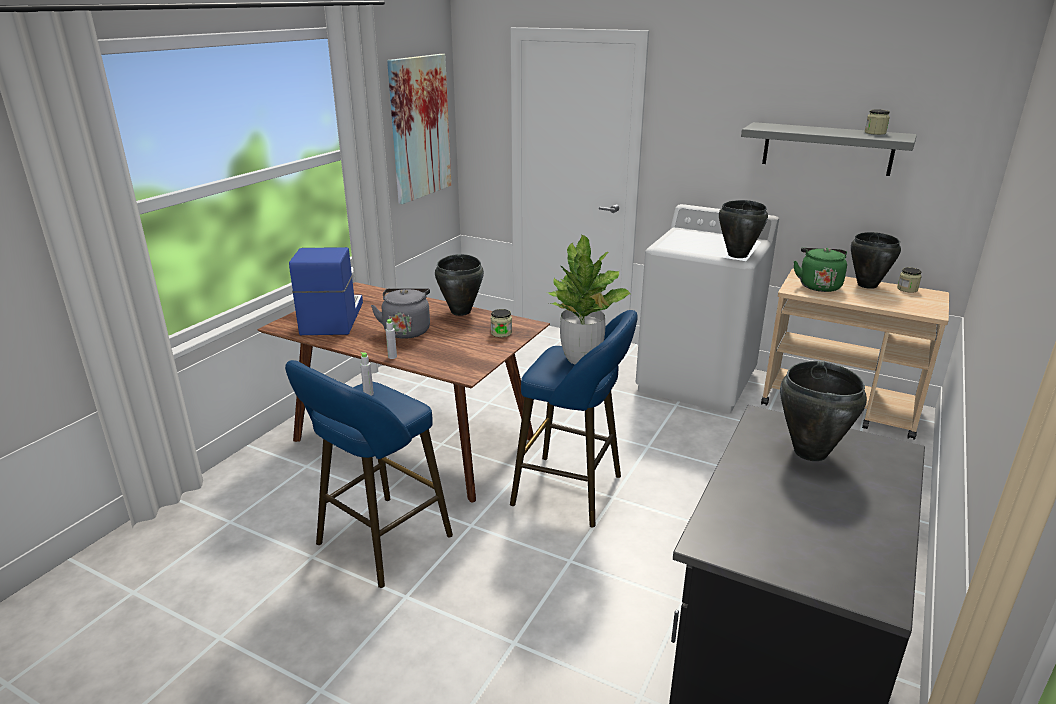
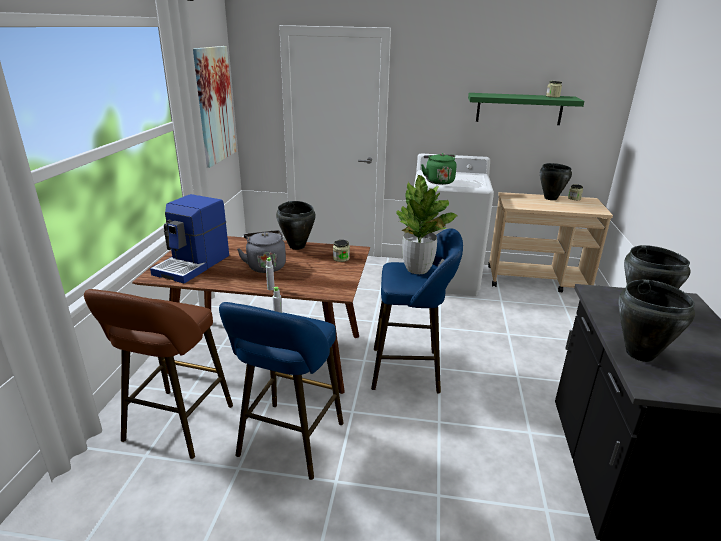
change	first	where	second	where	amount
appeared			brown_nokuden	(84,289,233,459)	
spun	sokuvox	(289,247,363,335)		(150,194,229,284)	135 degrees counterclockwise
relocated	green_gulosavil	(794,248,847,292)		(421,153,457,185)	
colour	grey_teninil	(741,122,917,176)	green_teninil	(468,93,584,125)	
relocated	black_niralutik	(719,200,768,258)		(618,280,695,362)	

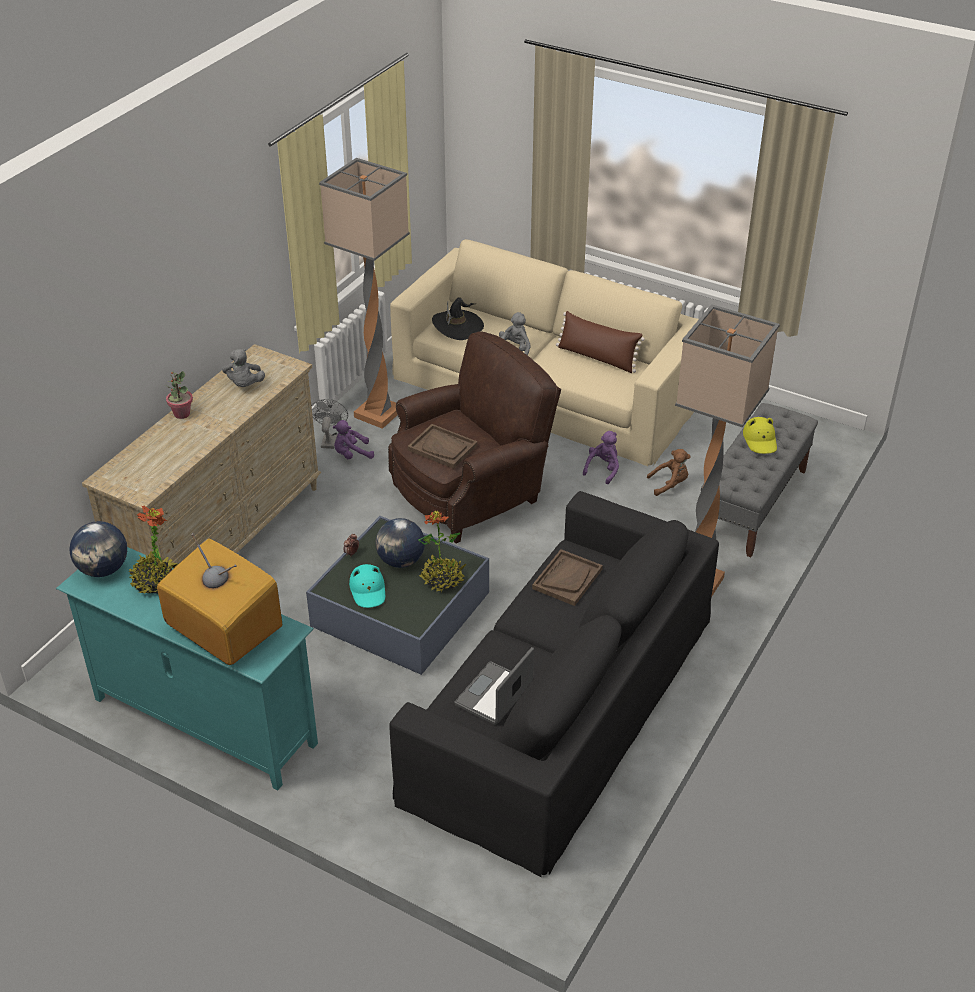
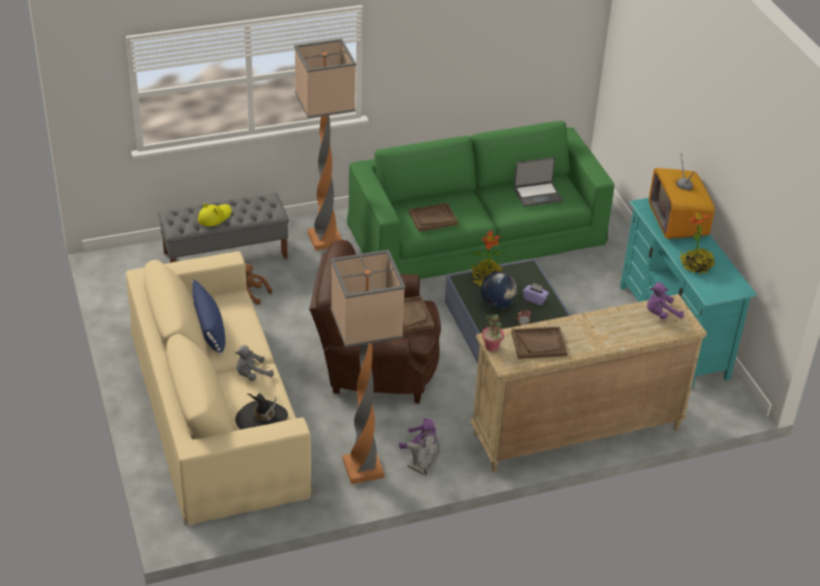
change	first	where	second	where	amount
colour	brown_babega	(556,311,645,373)	blue_babega	(192,279,225,356)	
colour	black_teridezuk	(389,491,719,877)	green_teridezuk	(347,121,615,279)	
spun	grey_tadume	(311,399,348,449)		(407,434,440,476)	105 degrees counterclockwise
relocated	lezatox	(166,371,193,419)		(482,314,504,351)	
exchanged	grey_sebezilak	(222,349,265,387)	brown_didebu	(511,326,568,359)	
exchanged	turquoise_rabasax	(349,564,385,608)	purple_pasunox	(523,283,549,305)	
relocated	purple_sebezilak	(583,431,619,484)		(647,282,684,319)	
missing	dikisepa	(70,521,127,577)			

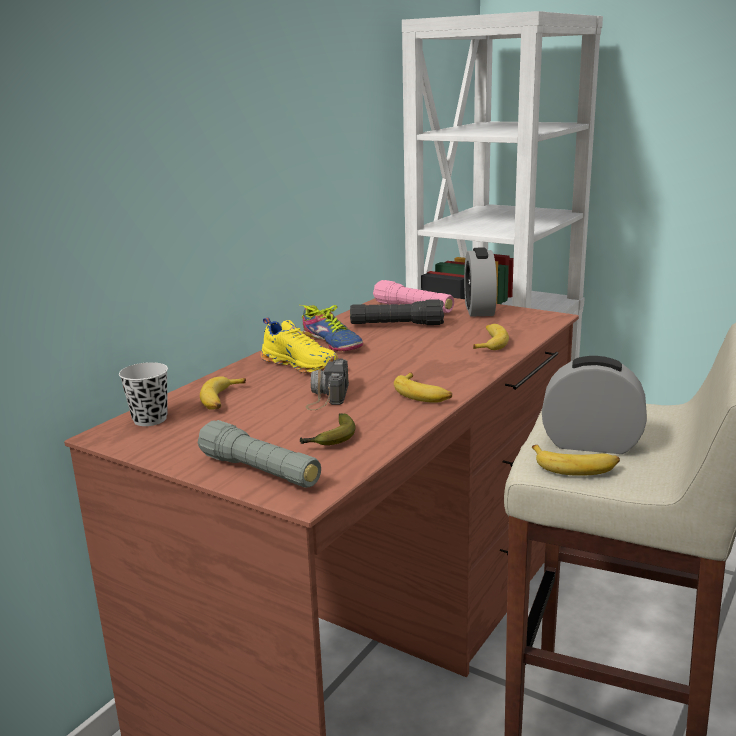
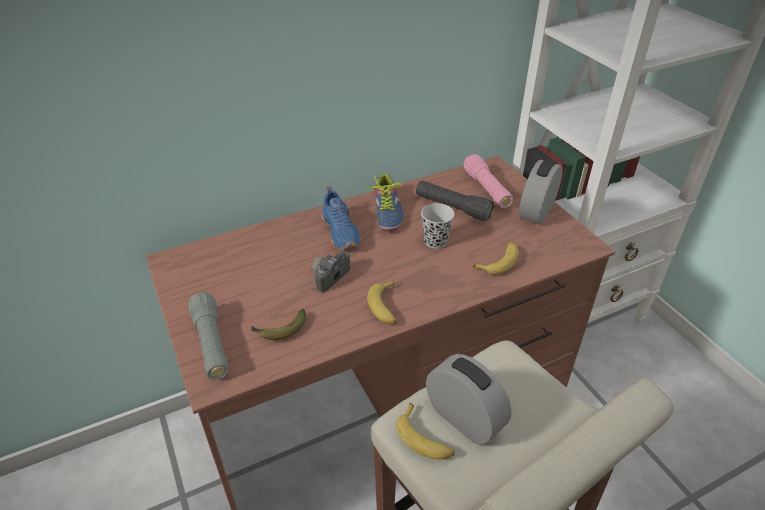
change	first	where	second	where	amount
colour	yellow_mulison	(260,317,338,373)	blue_mulison	(321,186,361,250)	
relocated	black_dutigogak	(119,362,168,426)		(421,203,454,249)	
missing	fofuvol	(200,377,246,410)			

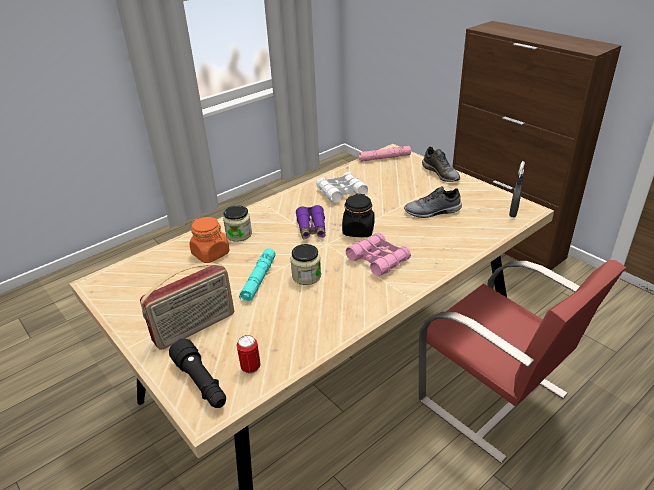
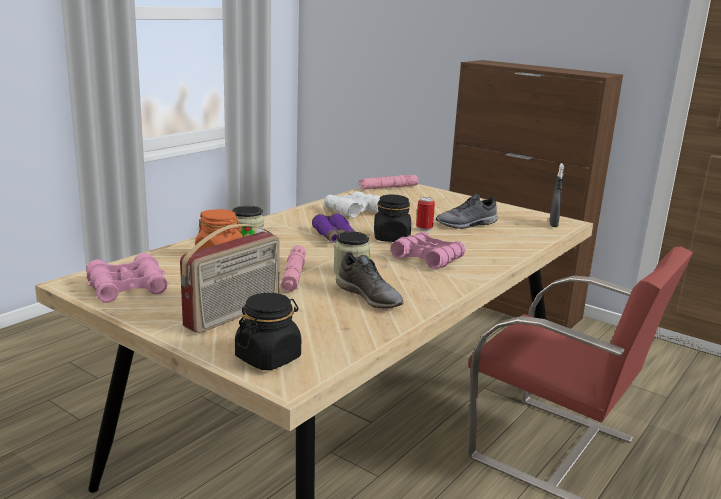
change	first	where	second	where	amount
appeared			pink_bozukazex	(86,253,167,303)	
exchanged	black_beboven	(169,338,226,408)	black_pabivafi	(235,293,301,370)	
colour	turquoise_beboven	(239,248,276,301)	pink_beboven	(280,245,306,292)	
relocated	grey_mulison	(422,147,460,182)		(336,252,404,308)	
relocated	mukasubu	(237,335,261,374)		(416,197,435,232)	

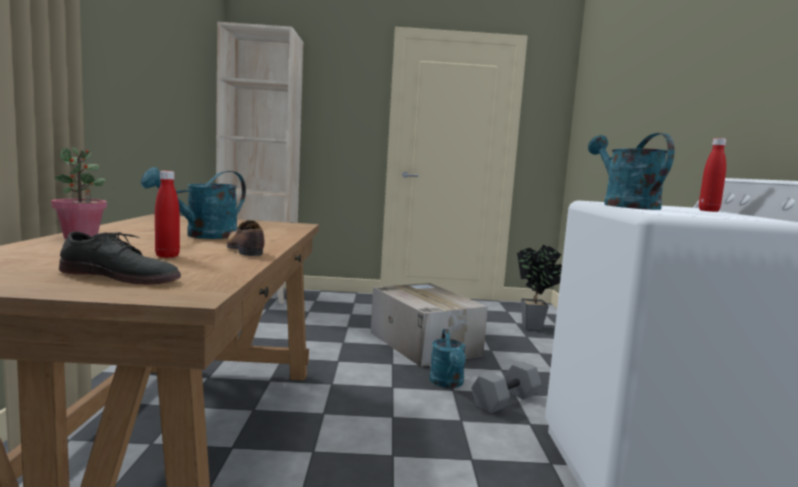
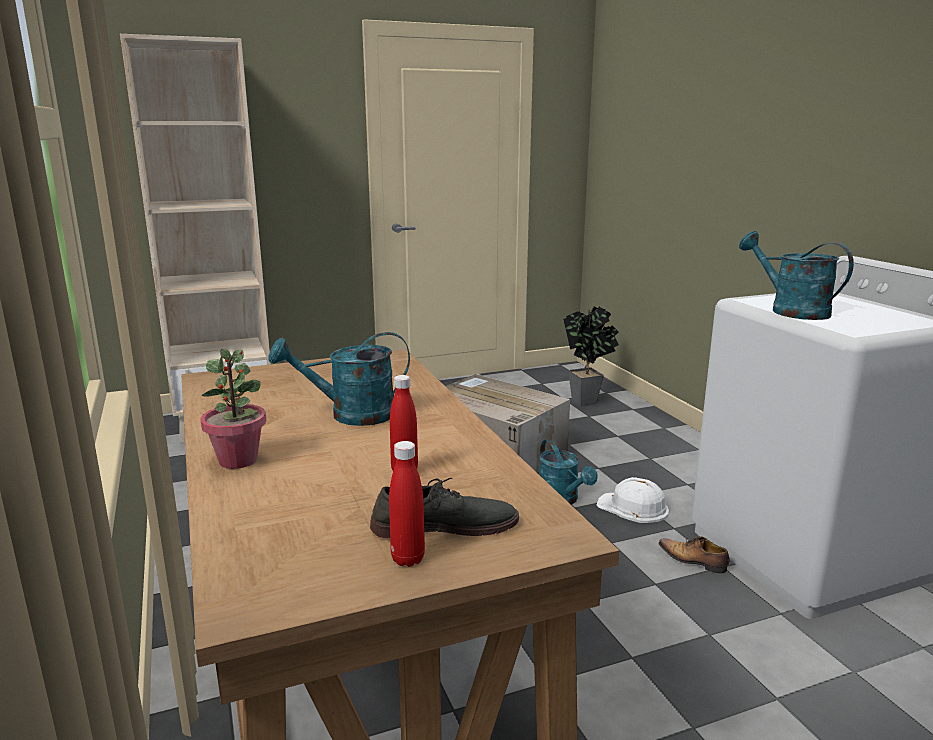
change	first	where	second	where	amount
spun	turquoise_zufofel	(141,167,246,239)		(268,332,410,426)	60 degrees clockwise
relocated	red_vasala	(699,138,726,212)		(389,441,425,567)	
exchanged	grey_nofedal	(472,361,542,413)	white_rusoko	(597,477,669,523)	
relocated	mulison	(227,220,265,256)		(659,536,730,574)	

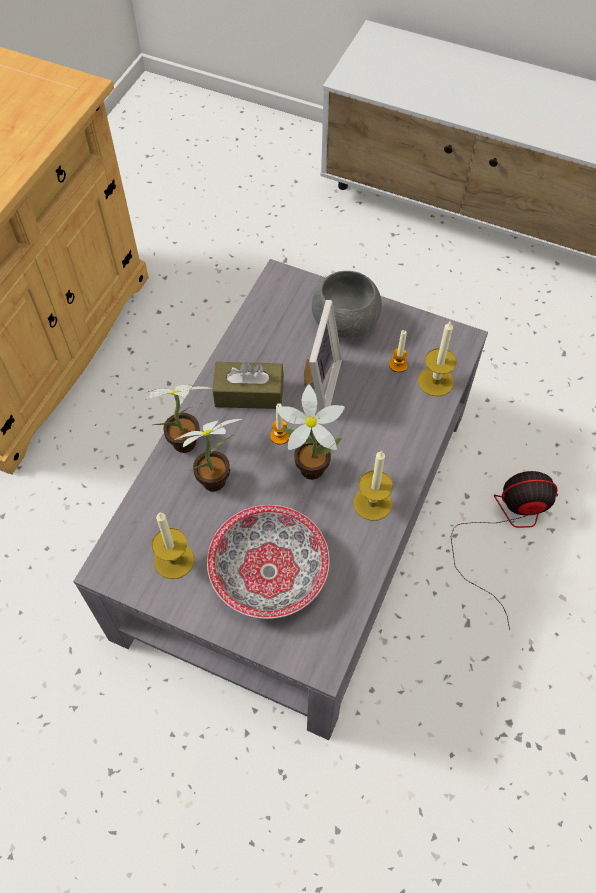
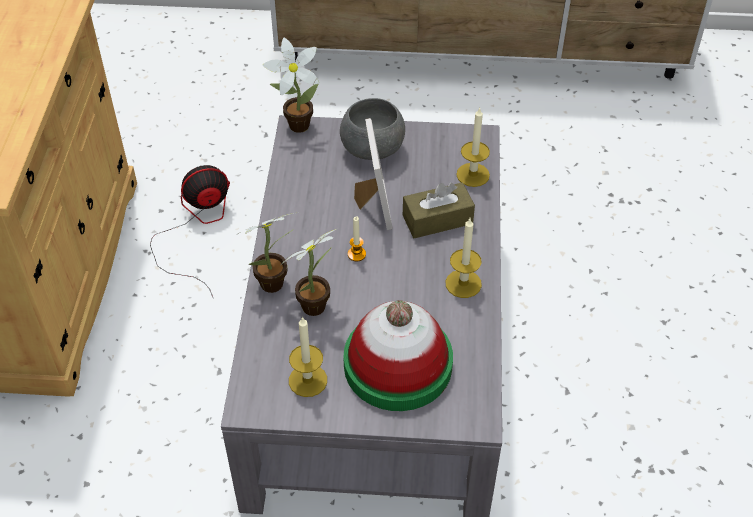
change	first	where	second	where	amount
relocated	tadume	(451,471,558,630)		(150,165,230,297)	
relocated	lezatox	(276,385,345,480)		(263,38,319,133)	
exchanged	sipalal	(207,505,330,619)	rabasax	(344,300,453,411)	
relocated	brown_pasunox	(212,362,284,409)		(403,182,475,238)	
missing	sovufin	(389,330,408,372)			

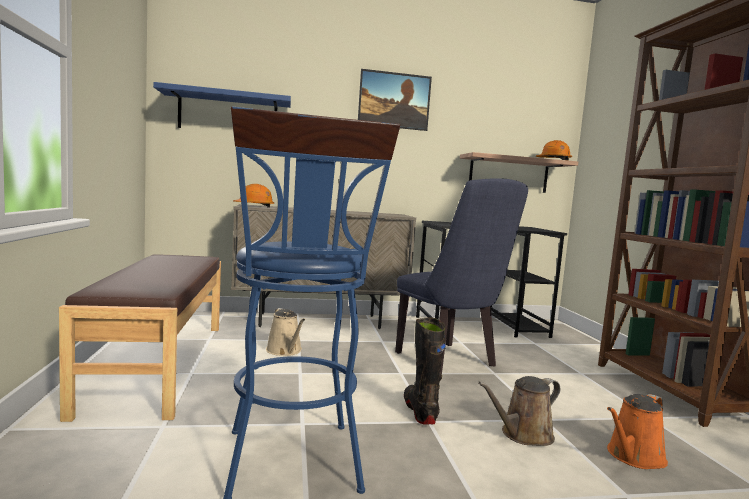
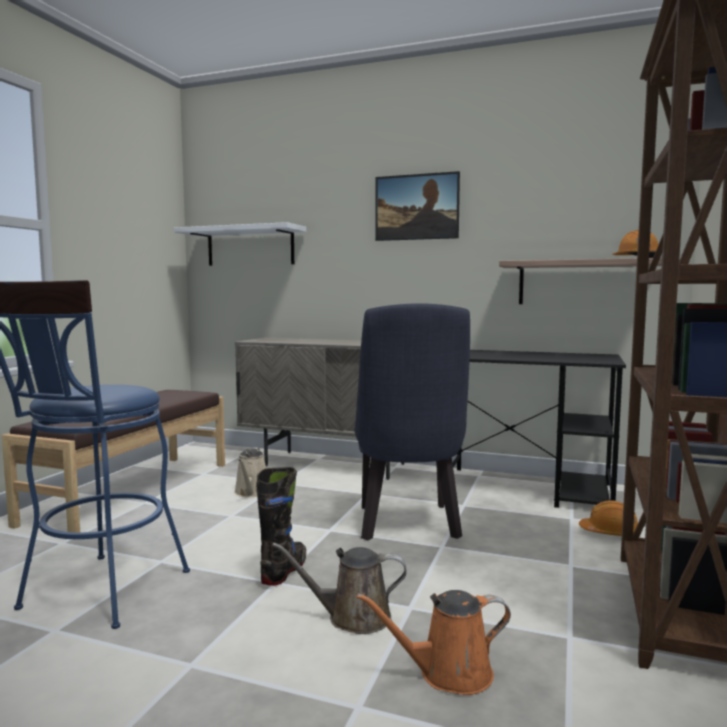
change	first	where	second	where	amount
colour	blue_teninil	(153,82,291,128)	white_teninil	(174,222,306,266)	
relocated	orange_rusoko	(233,184,274,208)		(579,500,638,536)	

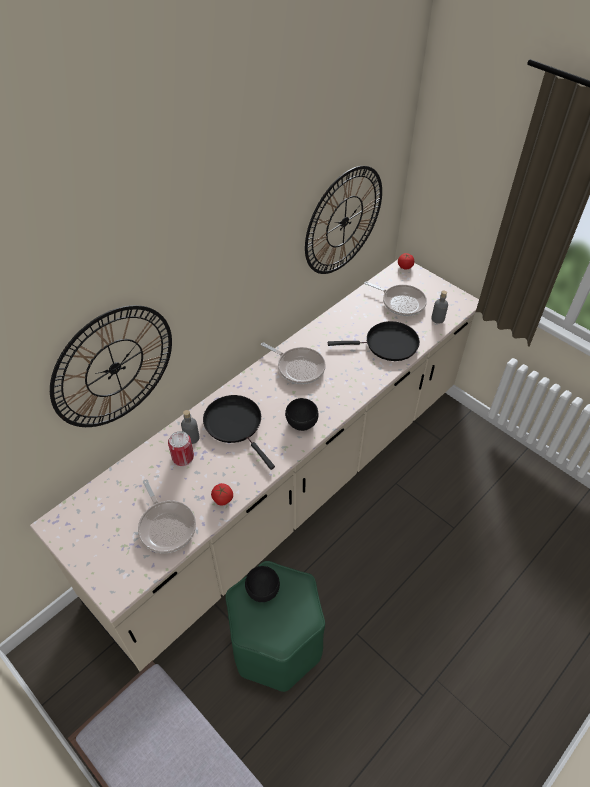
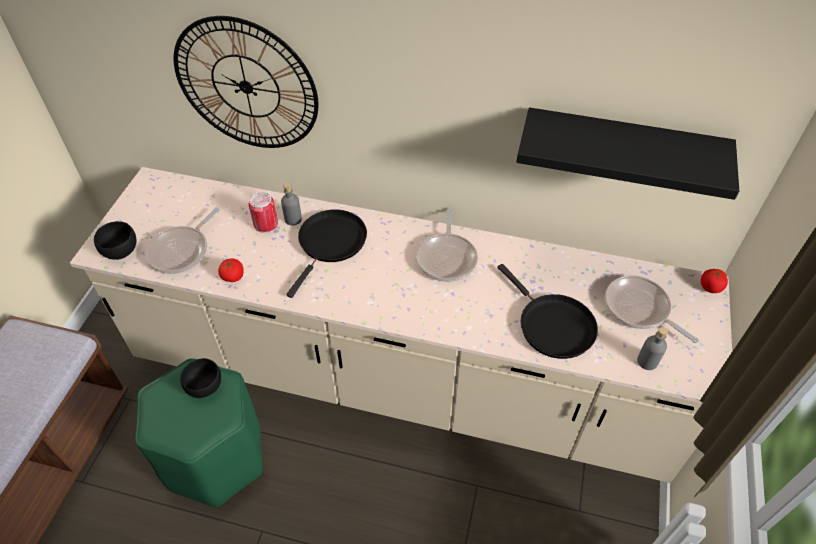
change	first	where	second	where	amount
relocated	black_sipalal	(285,398,318,431)		(94,221,136,260)	
exchanged	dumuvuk	(305,166,382,274)	black_teninil	(516,107,739,200)	
spun	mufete	(364,281,427,316)		(605,275,699,343)	135 degrees clockwise

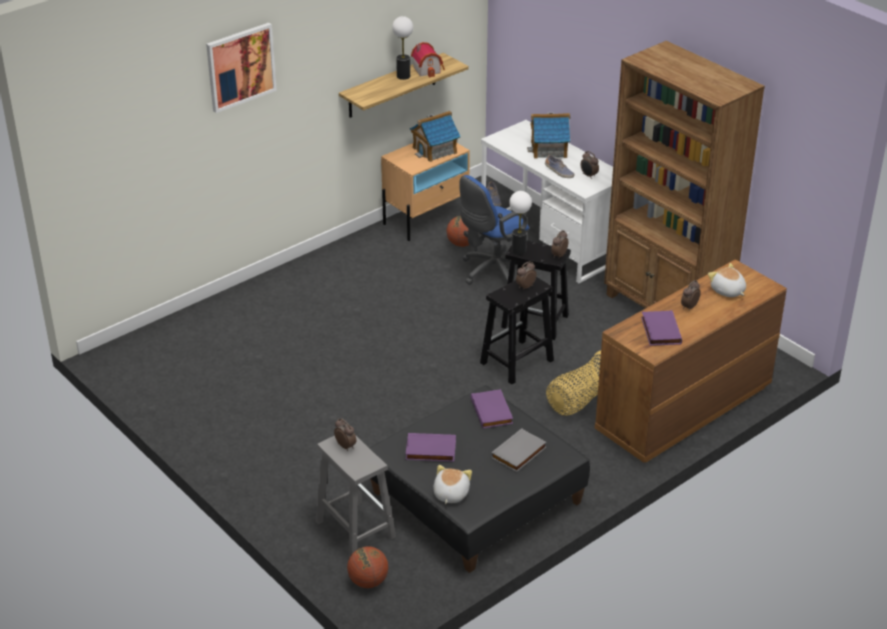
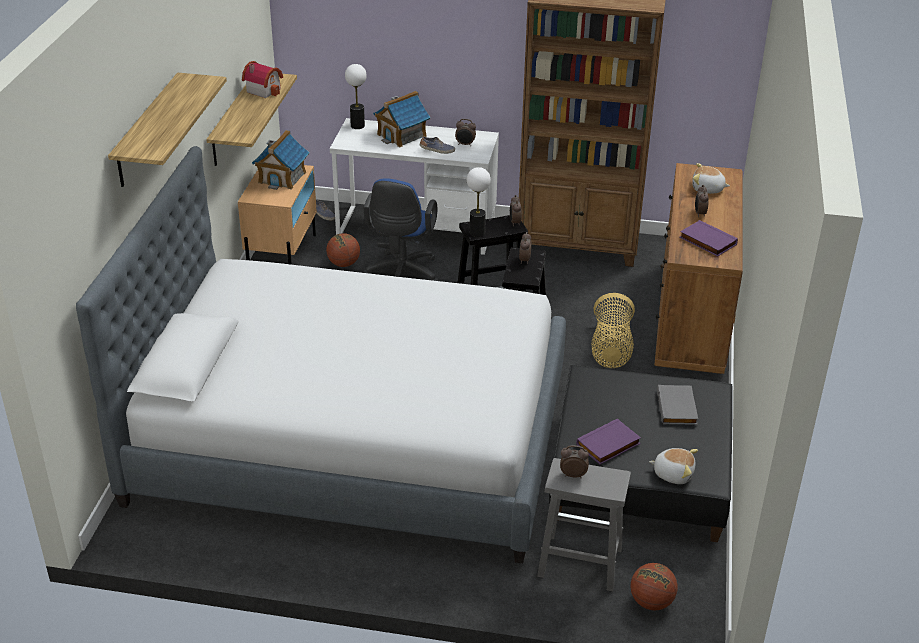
change	first	where	second	where	amount
appeared			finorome	(76,146,566,563)	
exchanged	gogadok	(206,23,277,113)	teninil	(108,73,227,187)	
relocated	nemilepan	(392,16,413,80)		(345,64,367,129)	
spun	sebezilak	(433,465,472,504)		(649,448,698,484)	135 degrees clockwise
missing	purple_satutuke	(471,389,513,429)			

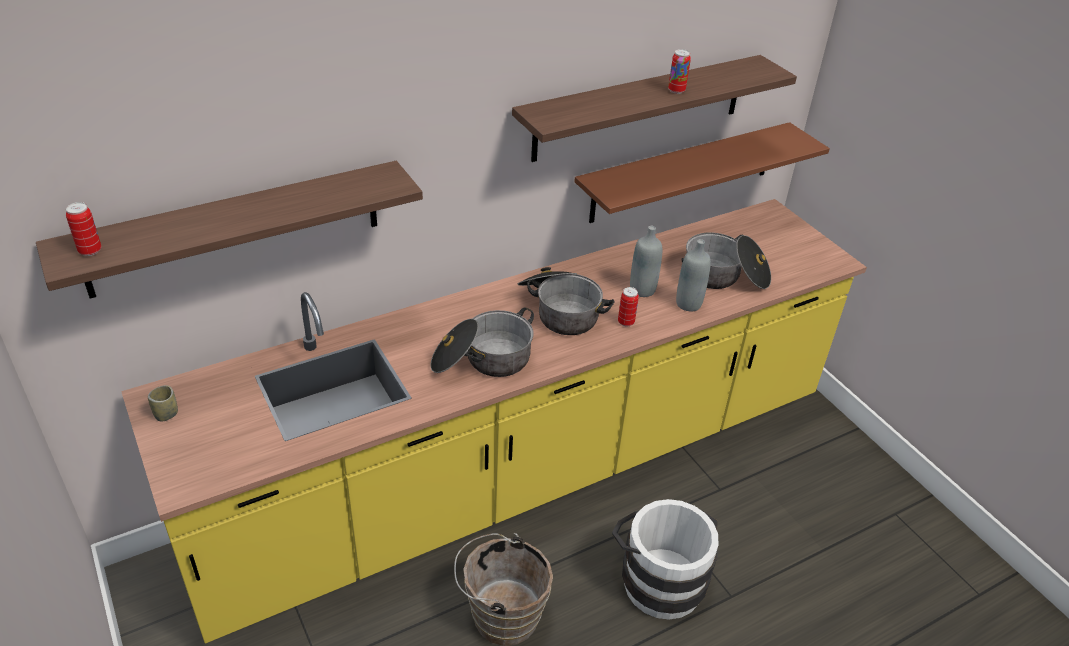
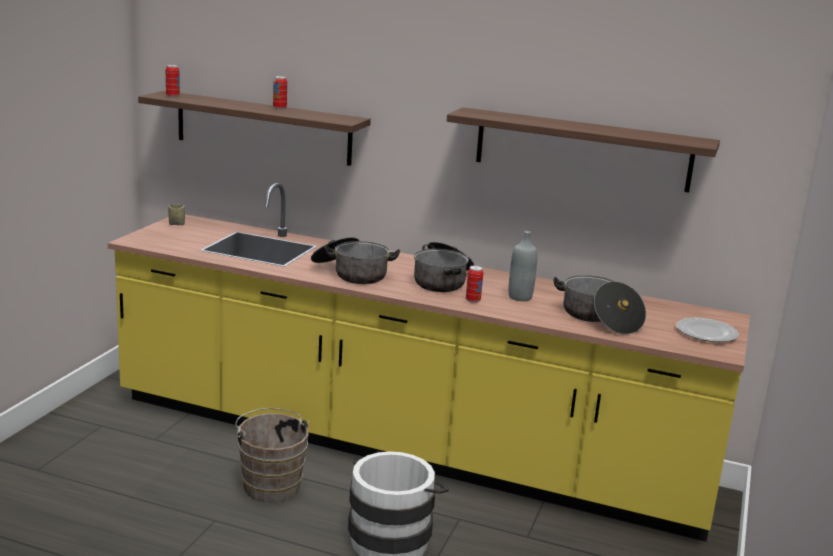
change	first	where	second	where	amount
relocated	mukasubu	(668,49,691,94)		(273,76,287,109)	
appeared			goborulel	(676,318,739,342)	
missing	brown_teninil	(574,122,830,223)			
missing	grey_vasala	(676,239,711,311)			

